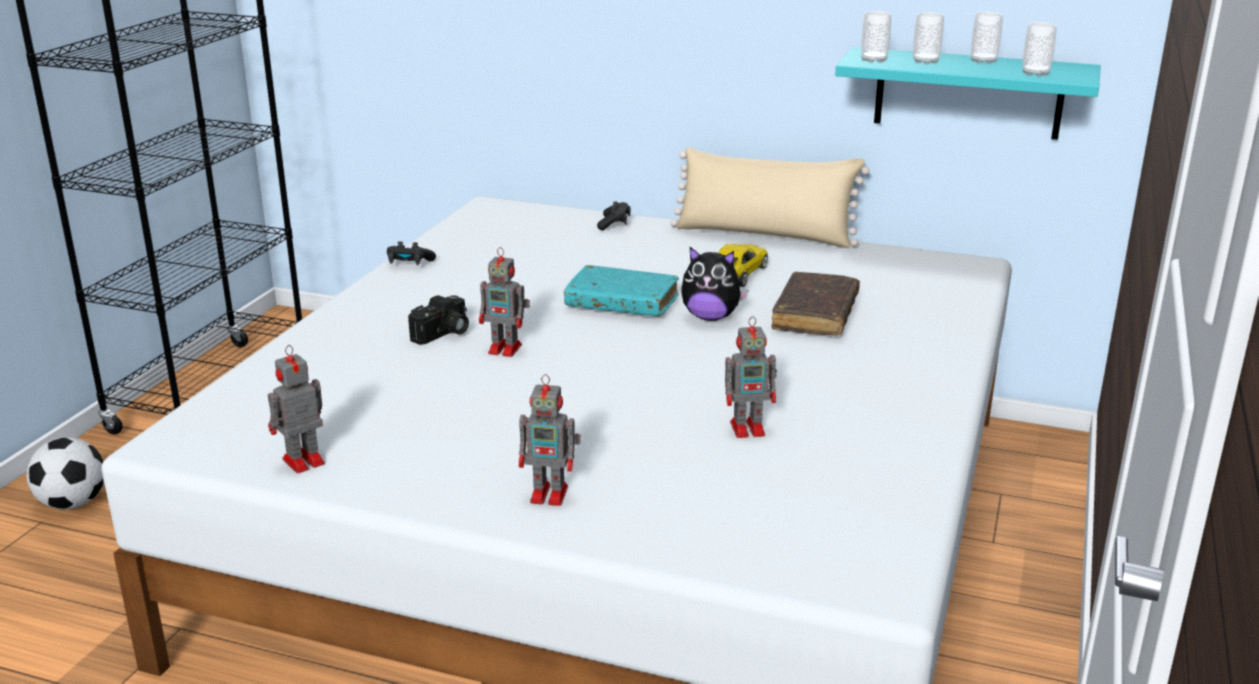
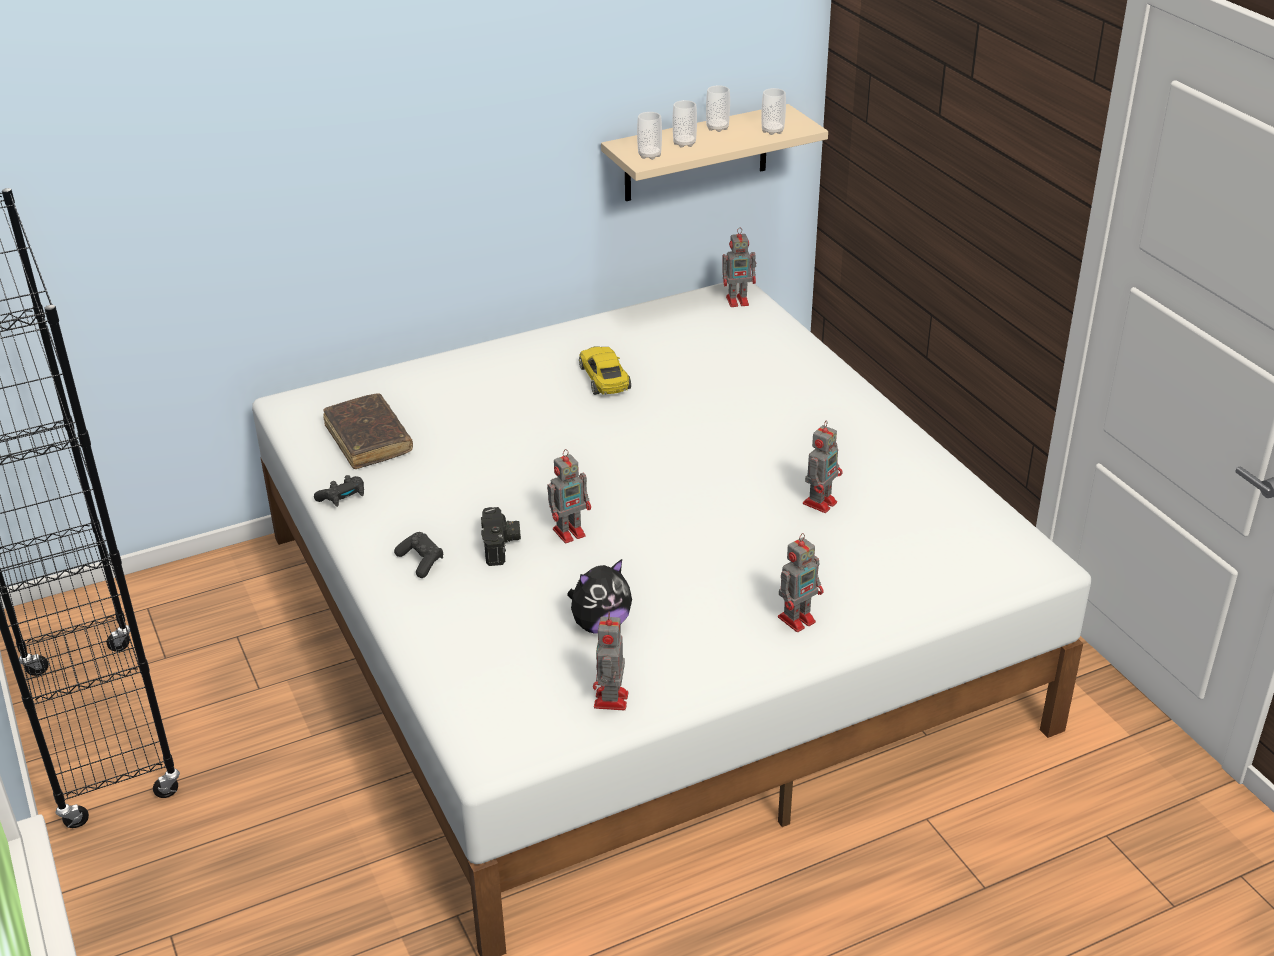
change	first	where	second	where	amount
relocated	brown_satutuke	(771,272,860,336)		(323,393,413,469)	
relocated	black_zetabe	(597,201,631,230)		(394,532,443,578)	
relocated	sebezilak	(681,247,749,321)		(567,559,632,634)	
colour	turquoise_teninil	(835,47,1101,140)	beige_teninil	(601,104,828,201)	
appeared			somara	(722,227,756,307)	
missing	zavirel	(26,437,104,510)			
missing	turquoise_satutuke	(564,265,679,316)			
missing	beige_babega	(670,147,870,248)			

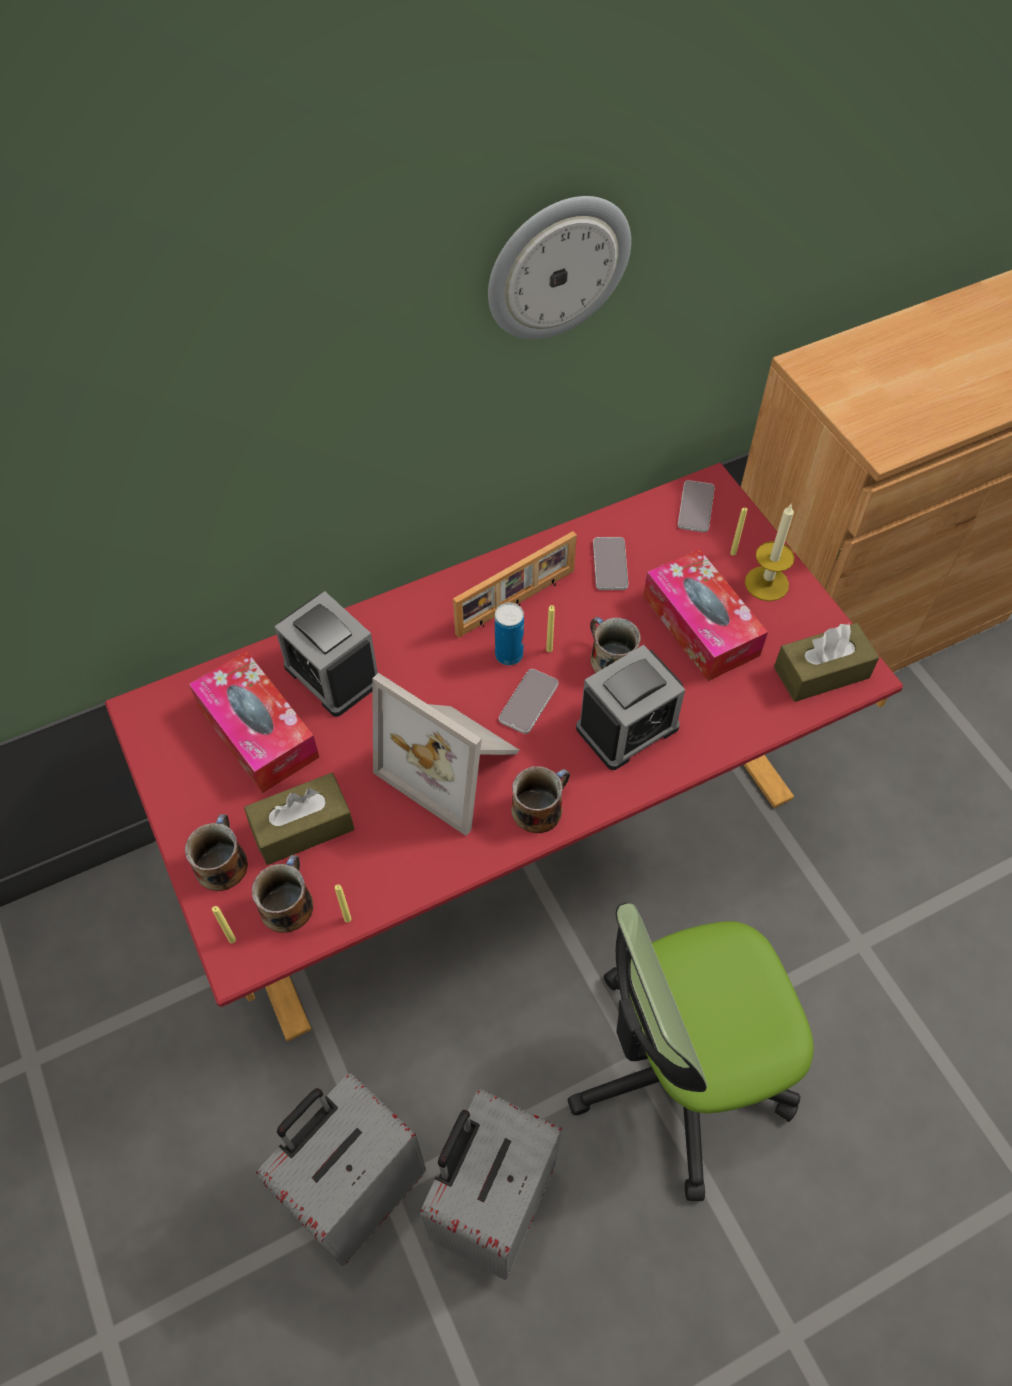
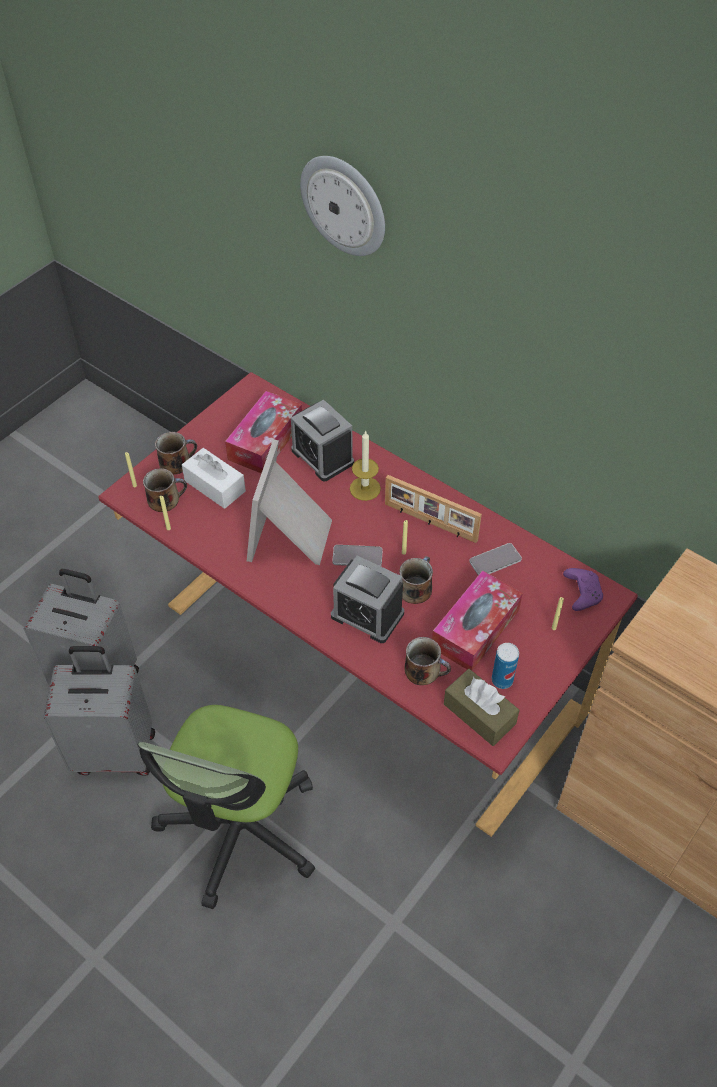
change	first	where	second	where	amount
spun	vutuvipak	(567,903,814,1201)		(137,705,315,909)	120 degrees counterclockwise
colour	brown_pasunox	(244,773,354,865)	white_pasunox	(182,448,246,509)	
spun	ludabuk	(274,591,378,717)		(291,399,354,481)	60 degrees counterclockwise
relocated	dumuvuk	(488,196,631,339)		(300,156,385,256)	
relocated	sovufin	(745,503,795,601)		(350,431,381,501)	
relocated	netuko	(511,766,570,833)		(404,637,451,685)	
relocated	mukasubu	(495,603,524,665)		(492,643,519,689)	
exchanged	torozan	(678,480,715,532)	purple_zetabe	(563,568,603,611)	

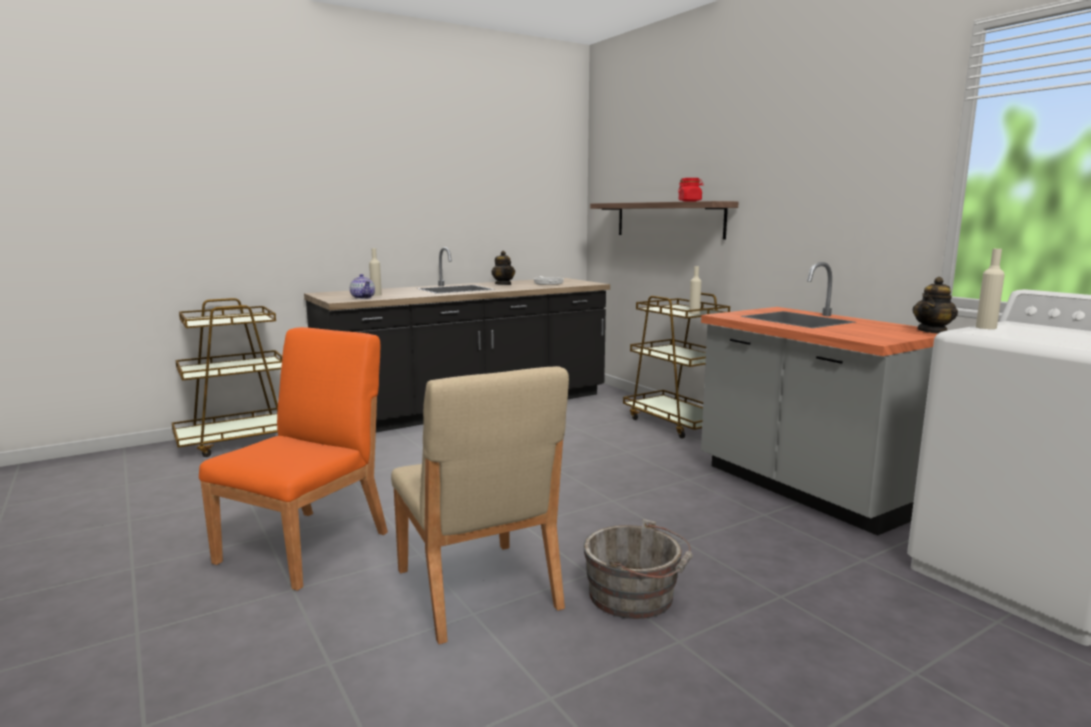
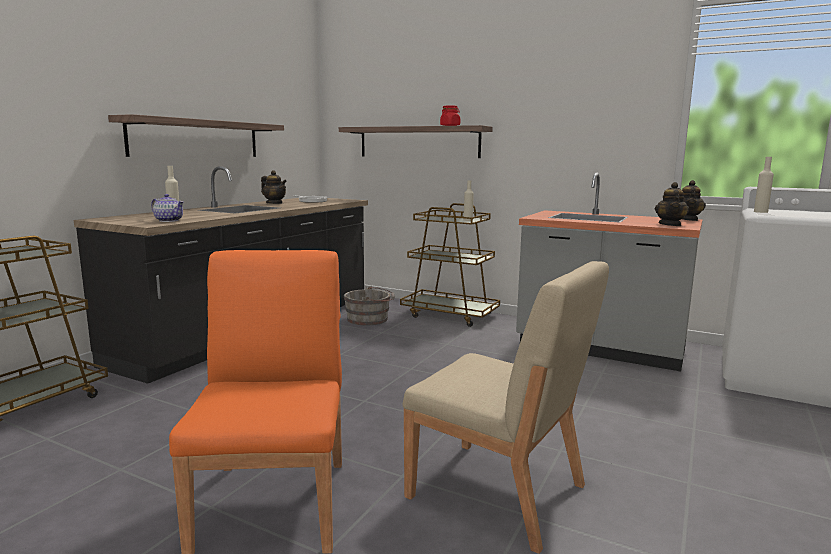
change	first	where	second	where	amount
appeared			teninil	(108,114,284,157)	
relocated	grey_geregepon	(583,519,693,619)		(344,286,395,326)	
appeared			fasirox	(655,182,689,226)	

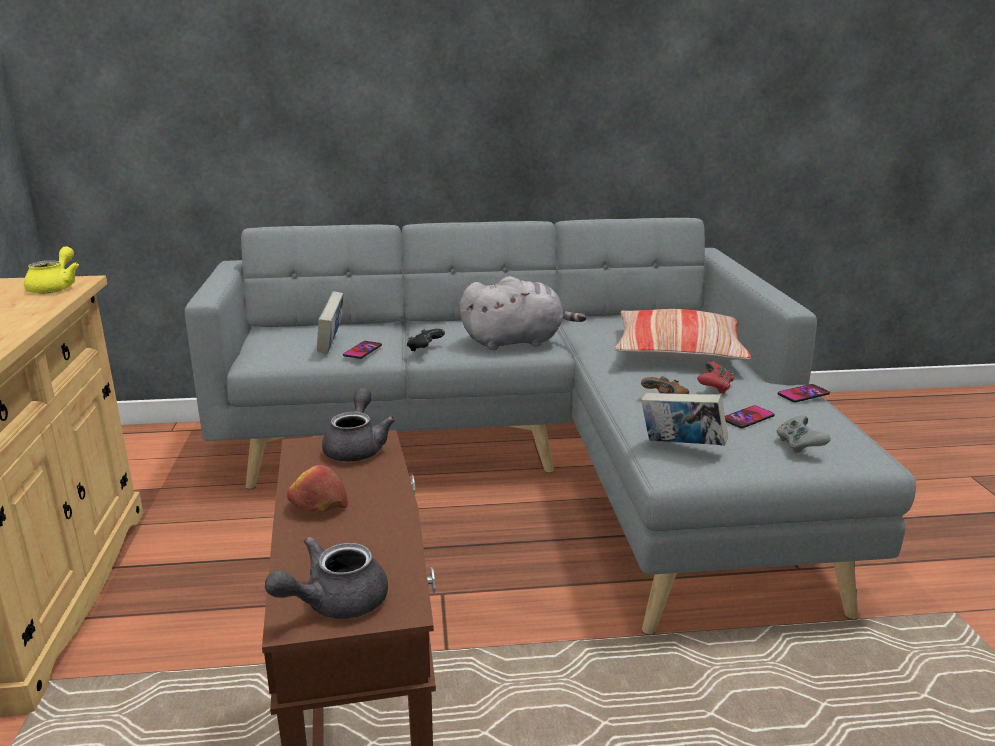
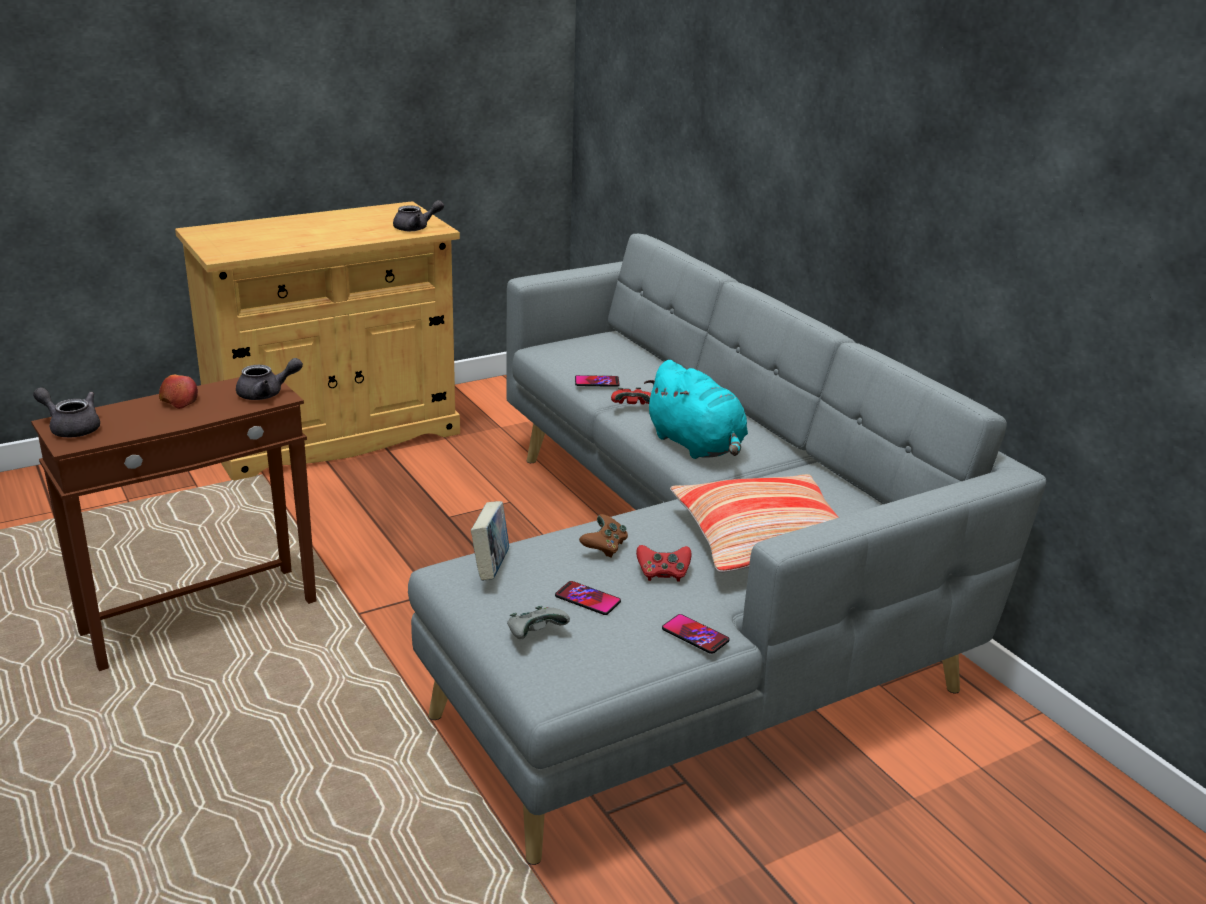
change	first	where	second	where	amount
colour	yellow_fasirox	(24,246,79,293)	grey_fasirox	(393,200,444,231)	
colour	black_zetabe	(407,329,445,351)	red_zetabe	(611,387,651,405)	
colour	grey_sebezilak	(460,276,586,350)	turquoise_sebezilak	(644,360,748,459)	
missing	satutuke	(317,291,344,354)			

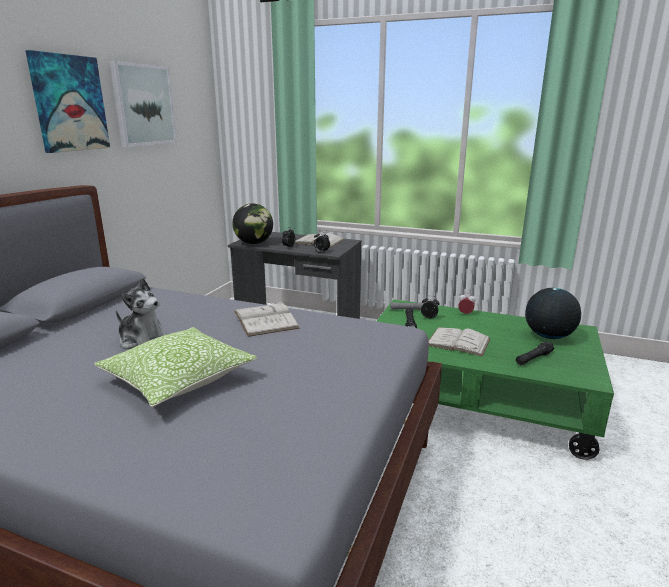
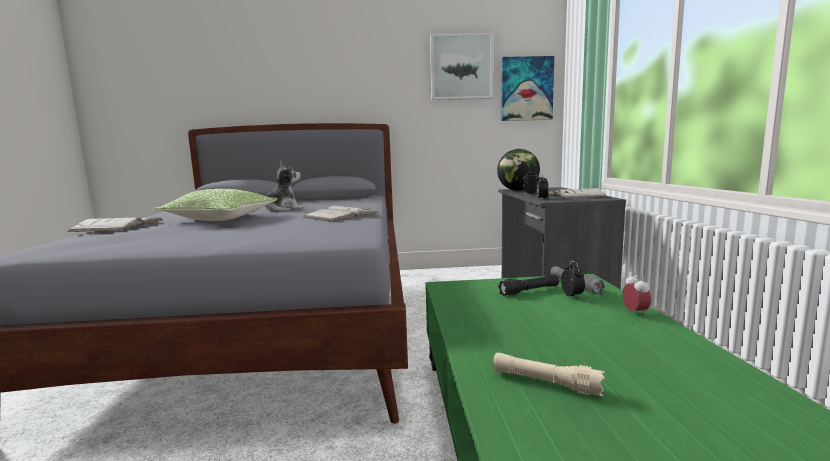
change	first	where	second	where	amount
relocated	white_satutuke	(428,327,491,356)		(67,217,163,232)	
spun	sebezilak	(116,278,166,349)		(256,160,303,211)	135 degrees counterclockwise
colour	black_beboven	(516,341,554,365)	beige_beboven	(493,353,605,397)	
relocated	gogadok	(25,50,110,153)		(501,56,554,121)	
missing	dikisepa	(525,288,581,339)			

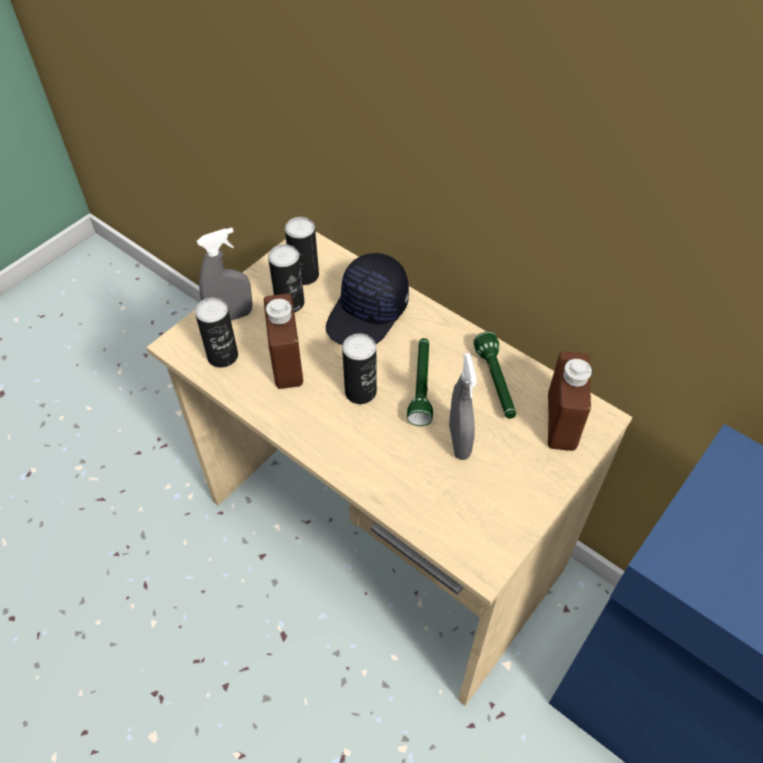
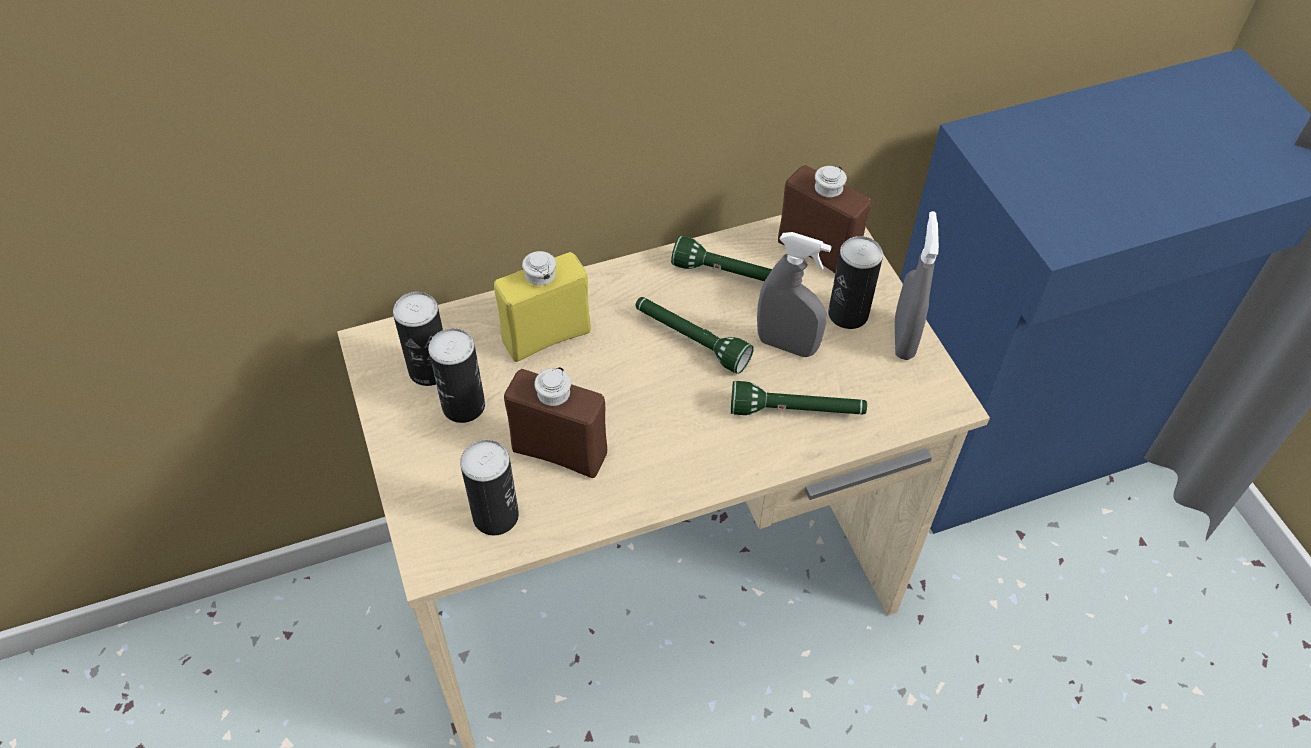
change	first	where	second	where	amount
exchanged	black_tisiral	(326,253,409,345)	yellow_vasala	(494,251,591,362)	
appeared			green_beboven	(731,381,867,415)	
relocated	mukasubu	(342,333,377,404)		(828,236,883,329)	
relocated	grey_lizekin	(197,228,253,321)		(895,211,939,360)	

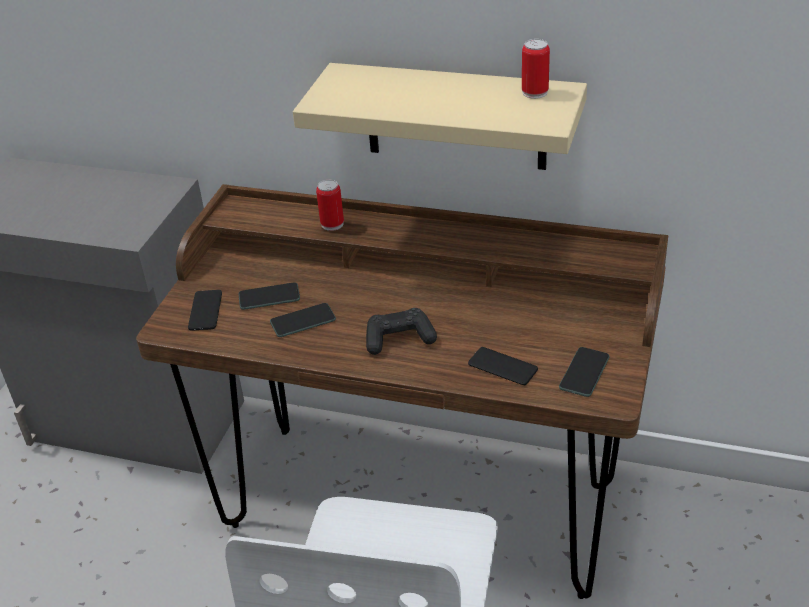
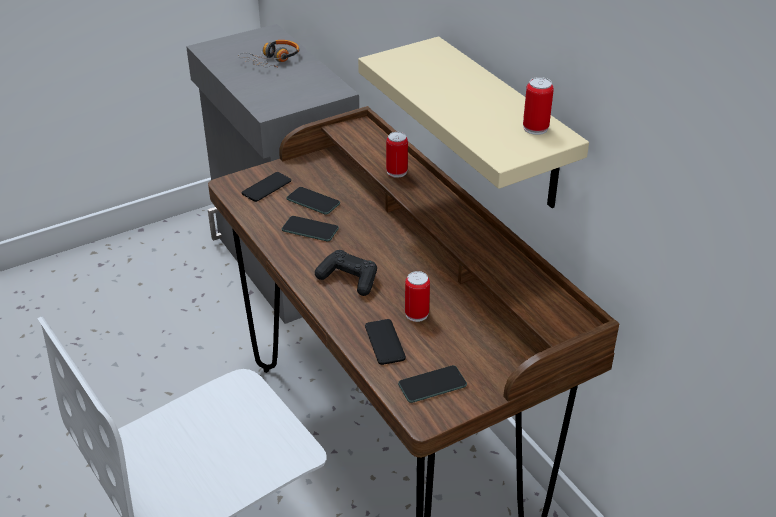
change	first	where	second	where	amount
appeared			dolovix	(238,40,299,68)	
appeared			mukasubu	(405,271,430,322)	

